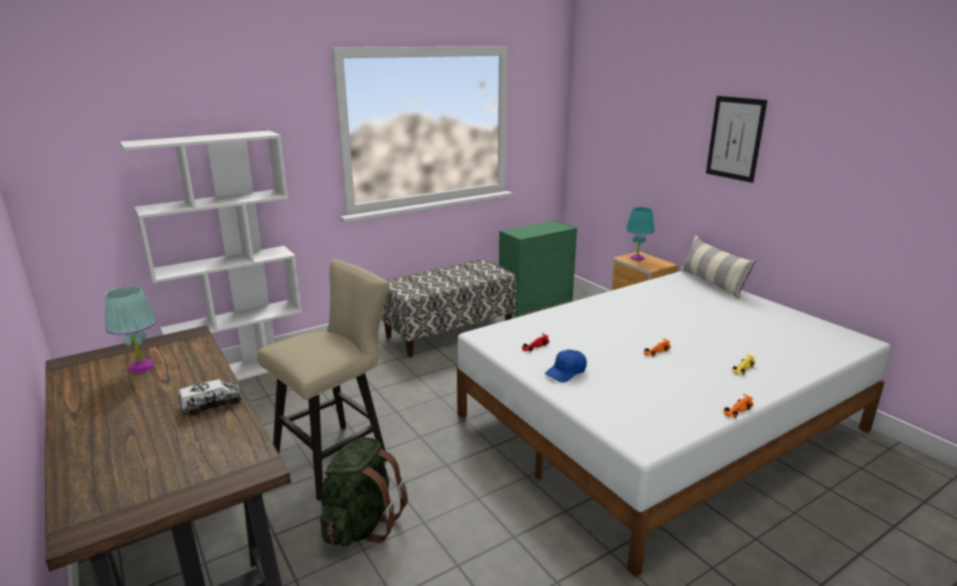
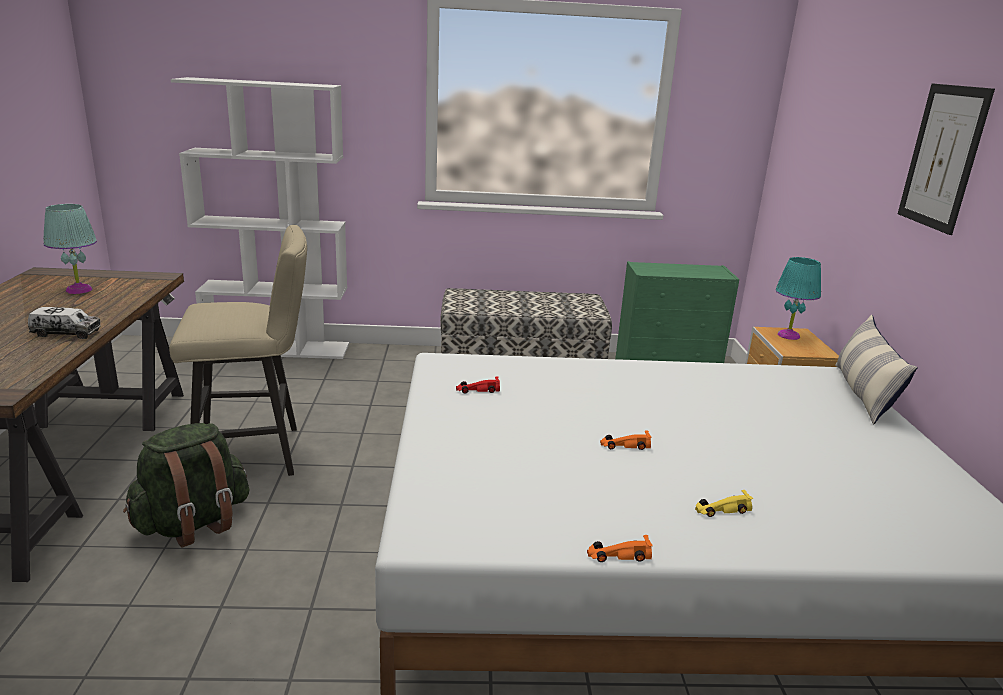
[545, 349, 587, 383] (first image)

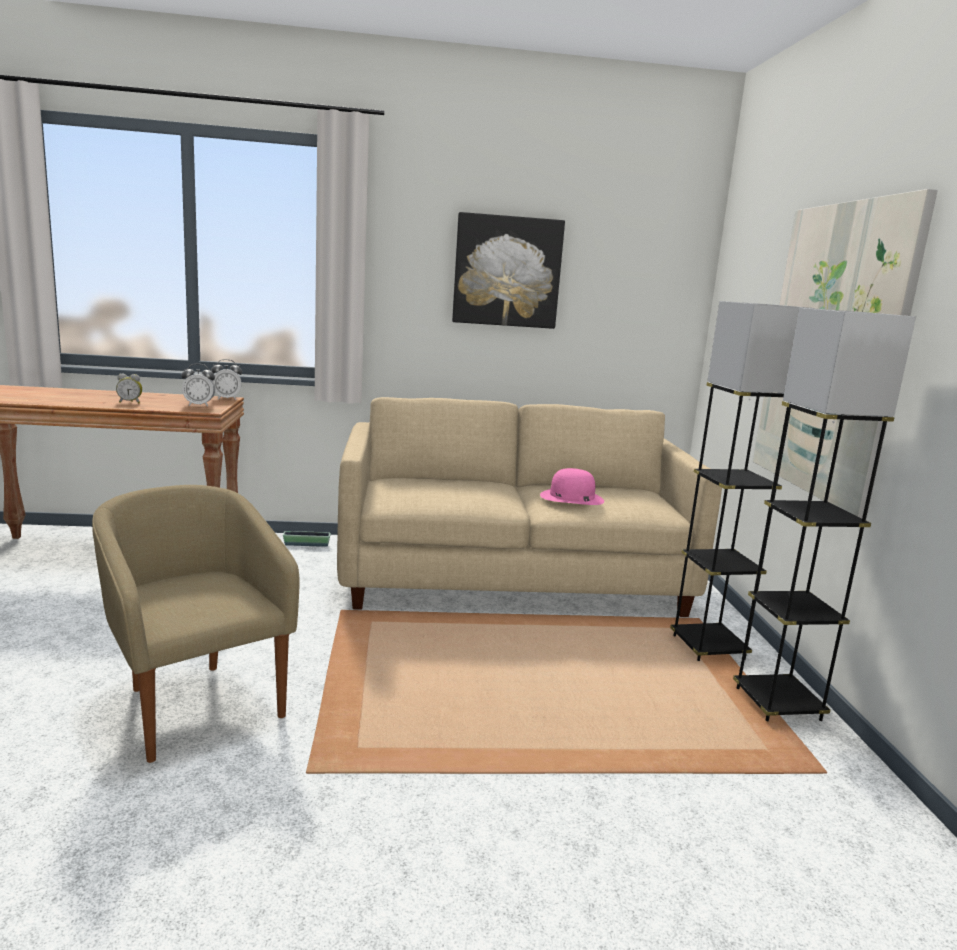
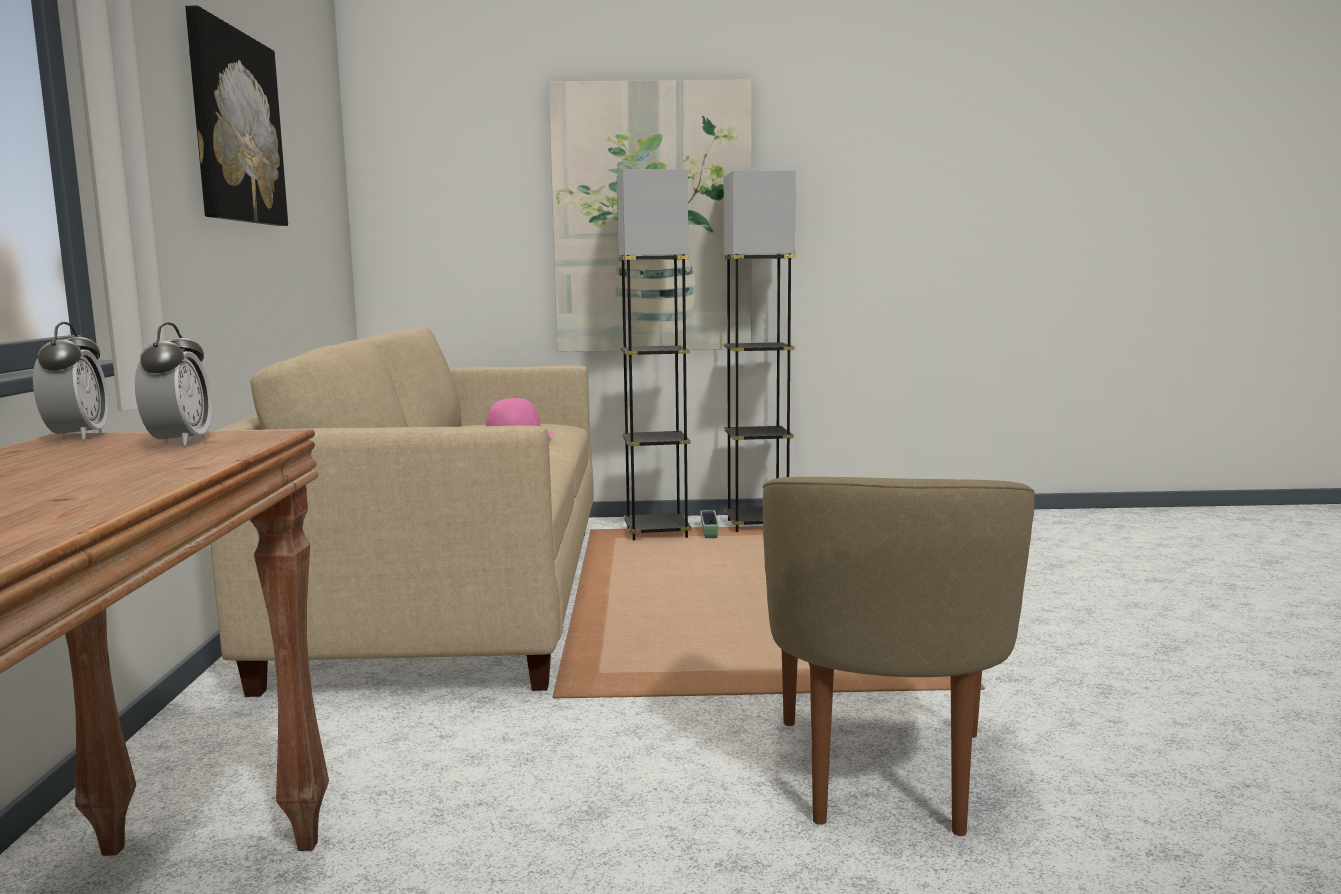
[116, 374, 142, 403] (first image)
[700, 510, 719, 538]
[762, 477, 1035, 836]

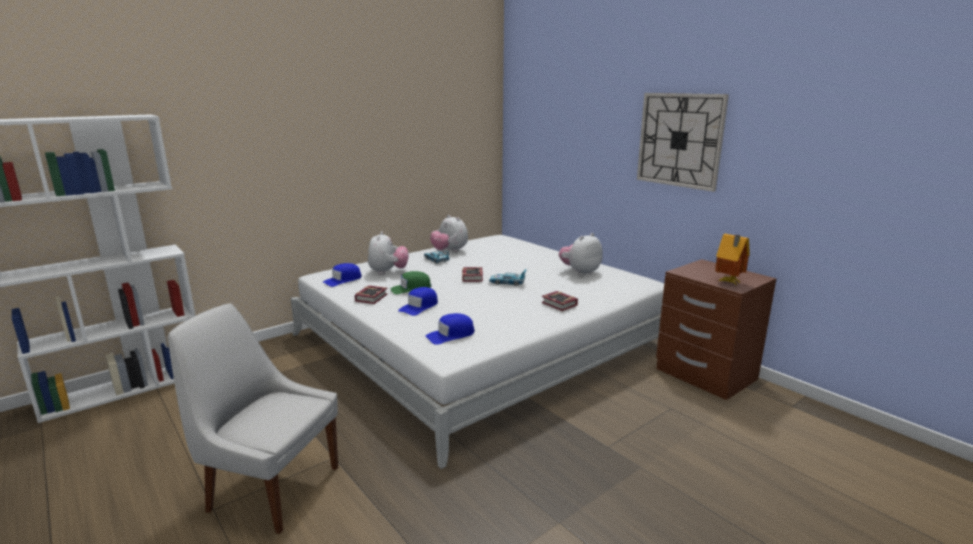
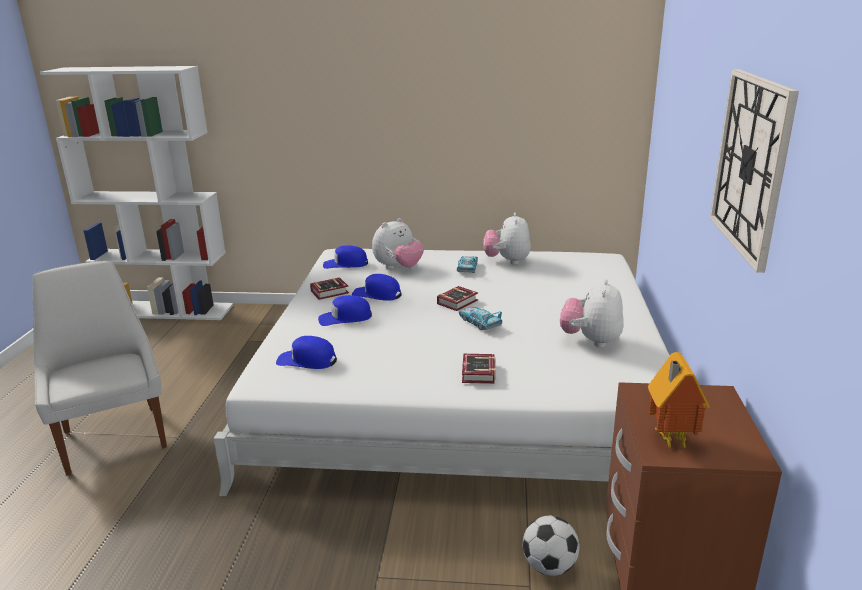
[523, 516, 580, 576]
[352, 274, 402, 301]
[560, 279, 624, 348]

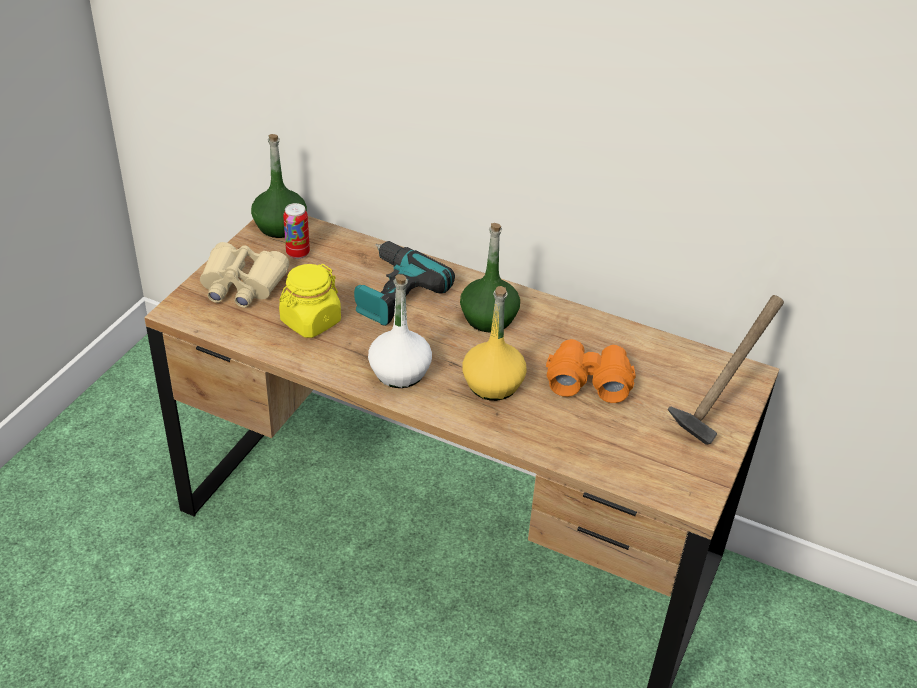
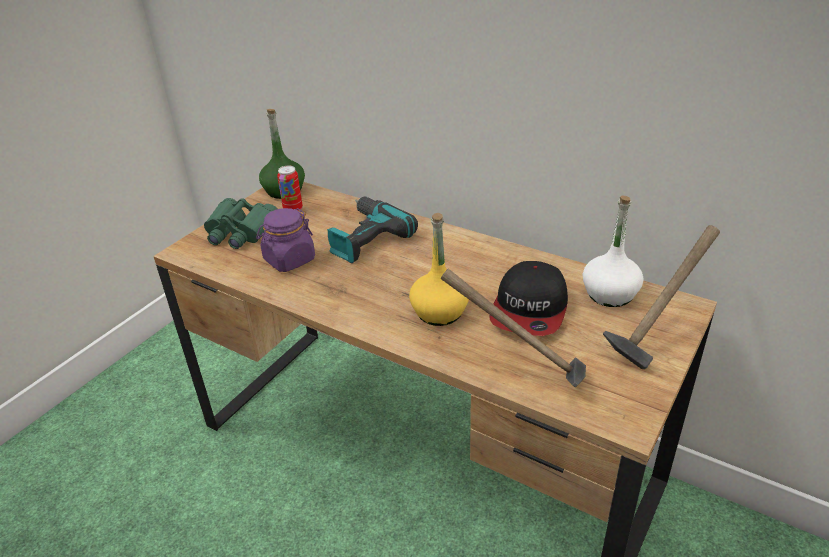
[460, 223, 520, 333] (first image)
[441, 269, 586, 387]
[583, 196, 643, 307]
[489, 261, 568, 336]
[204, 198, 278, 249]
[256, 208, 315, 272]

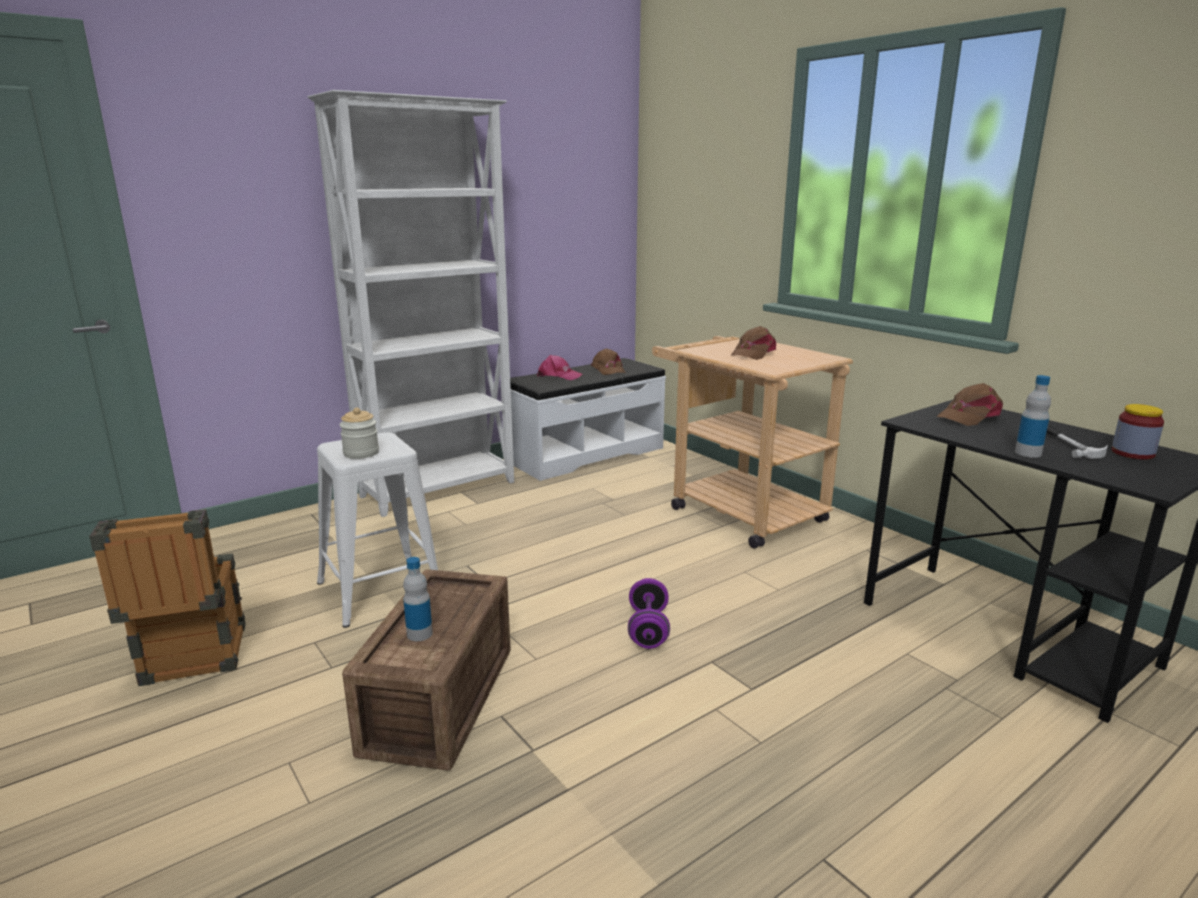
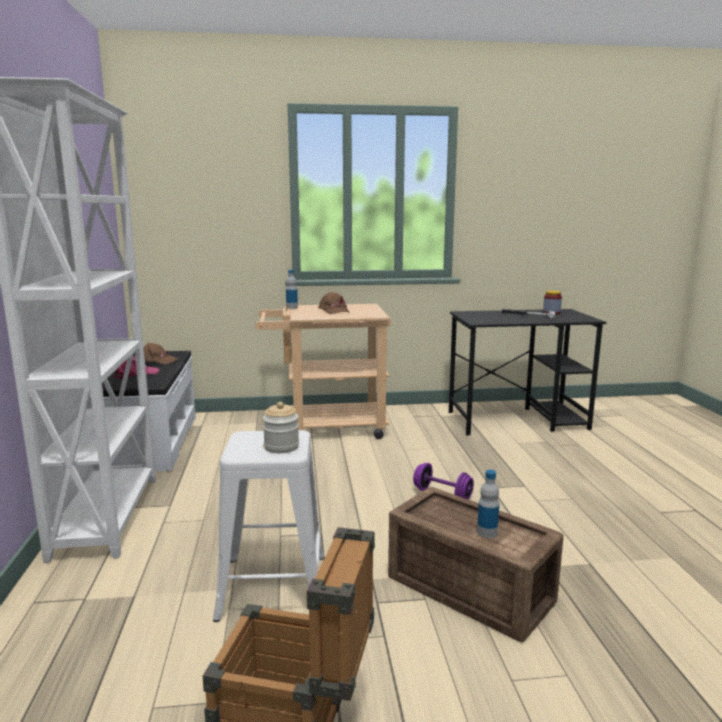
[937, 383, 1003, 426] (first image)
[286, 270, 298, 309]

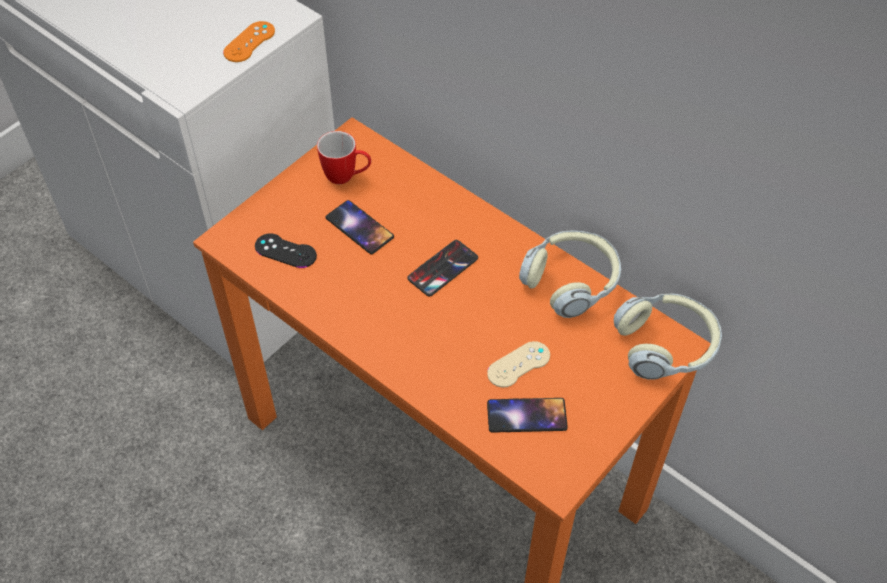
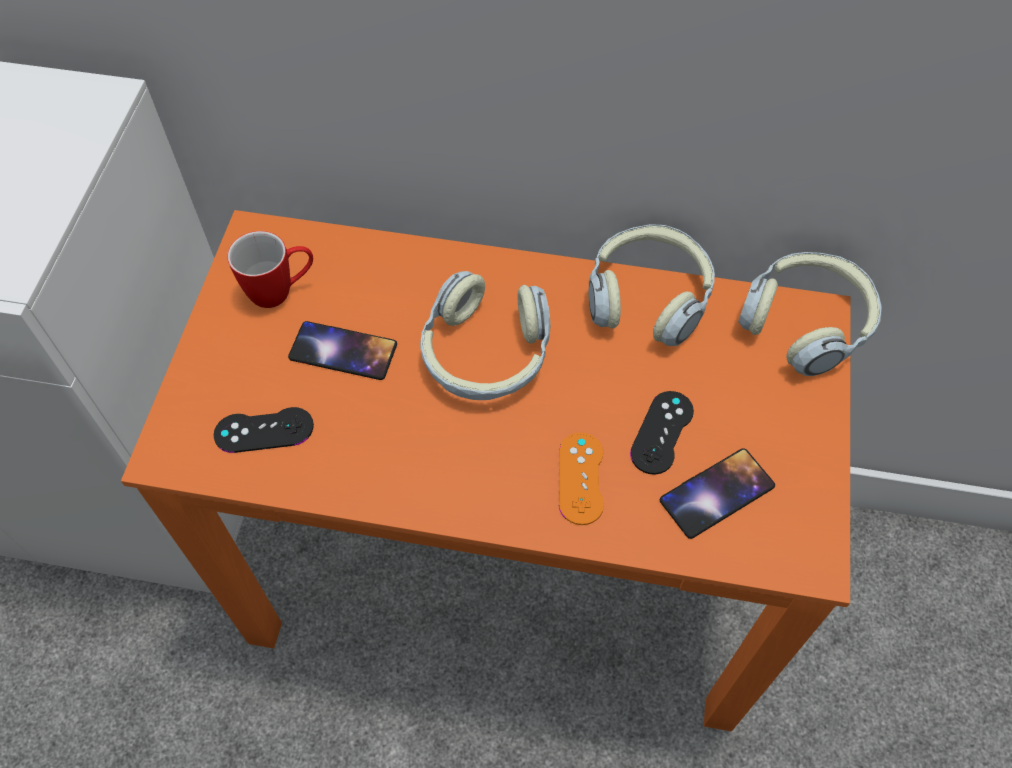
[559, 432, 604, 525]
[420, 271, 551, 400]
[630, 391, 694, 475]

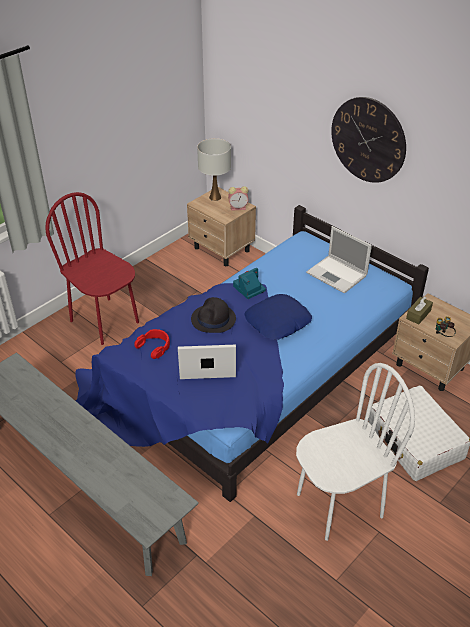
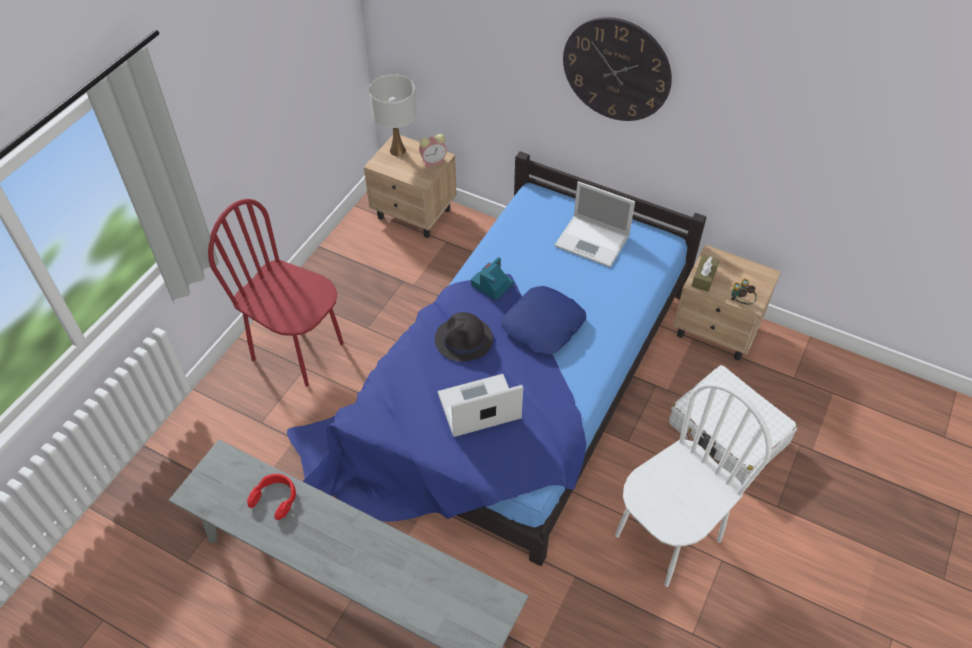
[247, 474, 296, 520]

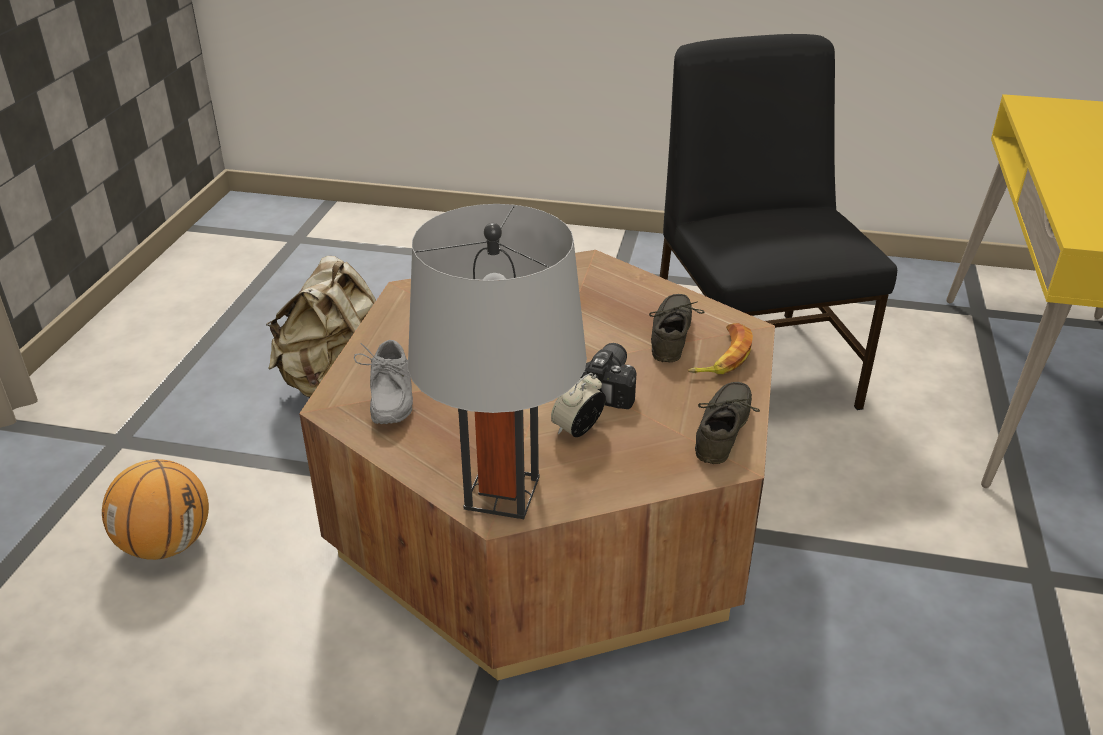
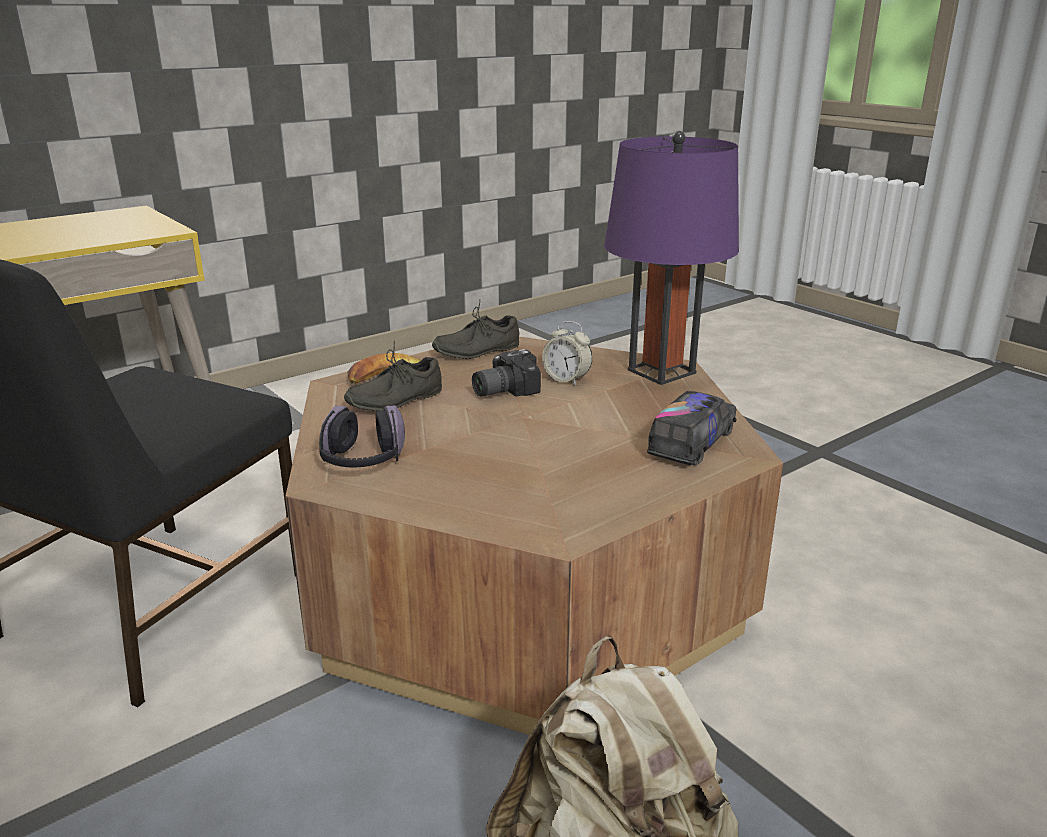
[102, 459, 209, 560] (first image)
[319, 405, 405, 467]
[647, 391, 737, 465]
[604, 131, 739, 385]
[542, 321, 592, 386]

